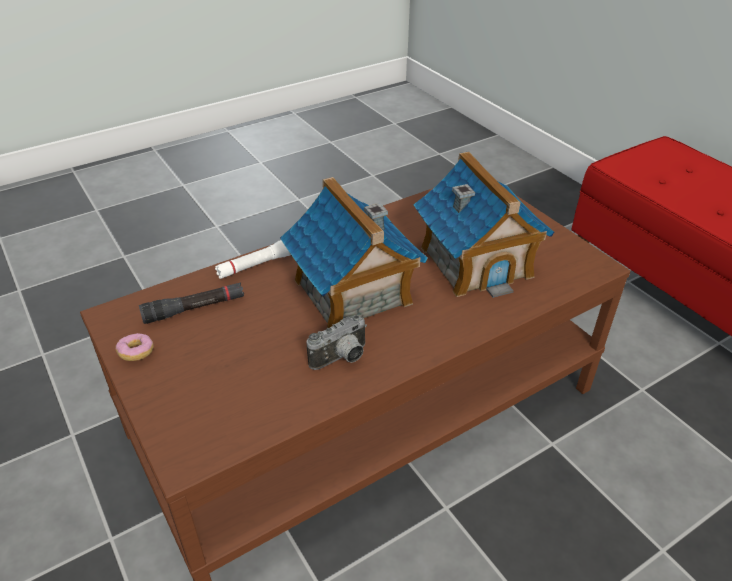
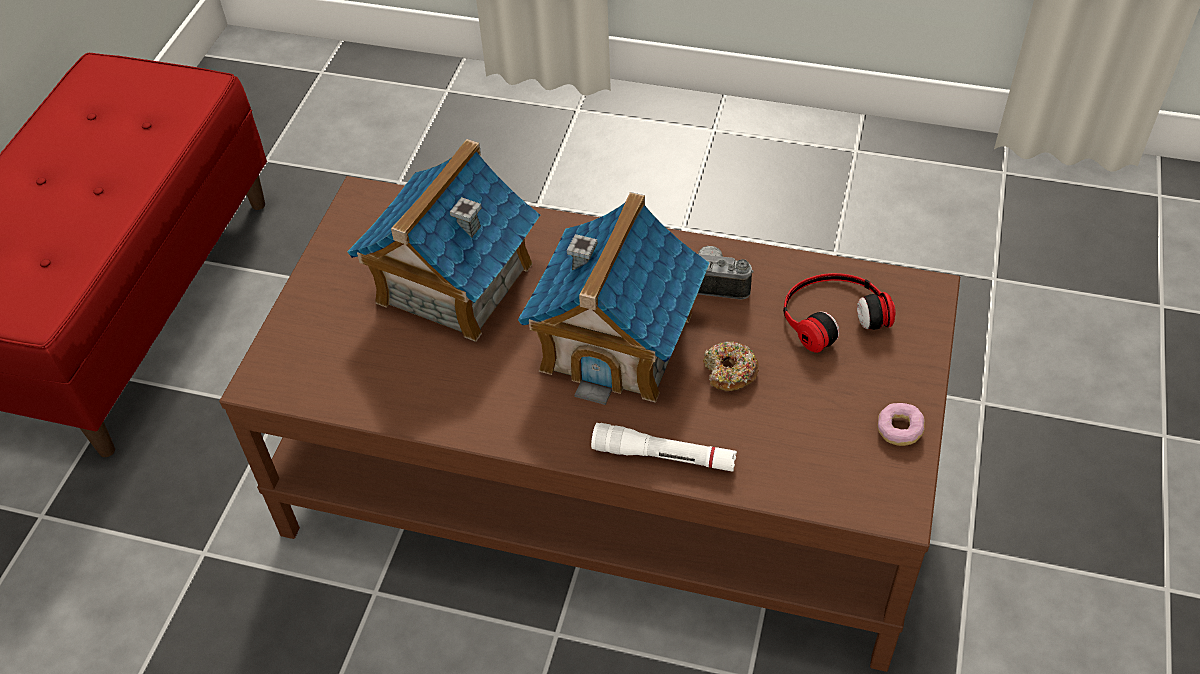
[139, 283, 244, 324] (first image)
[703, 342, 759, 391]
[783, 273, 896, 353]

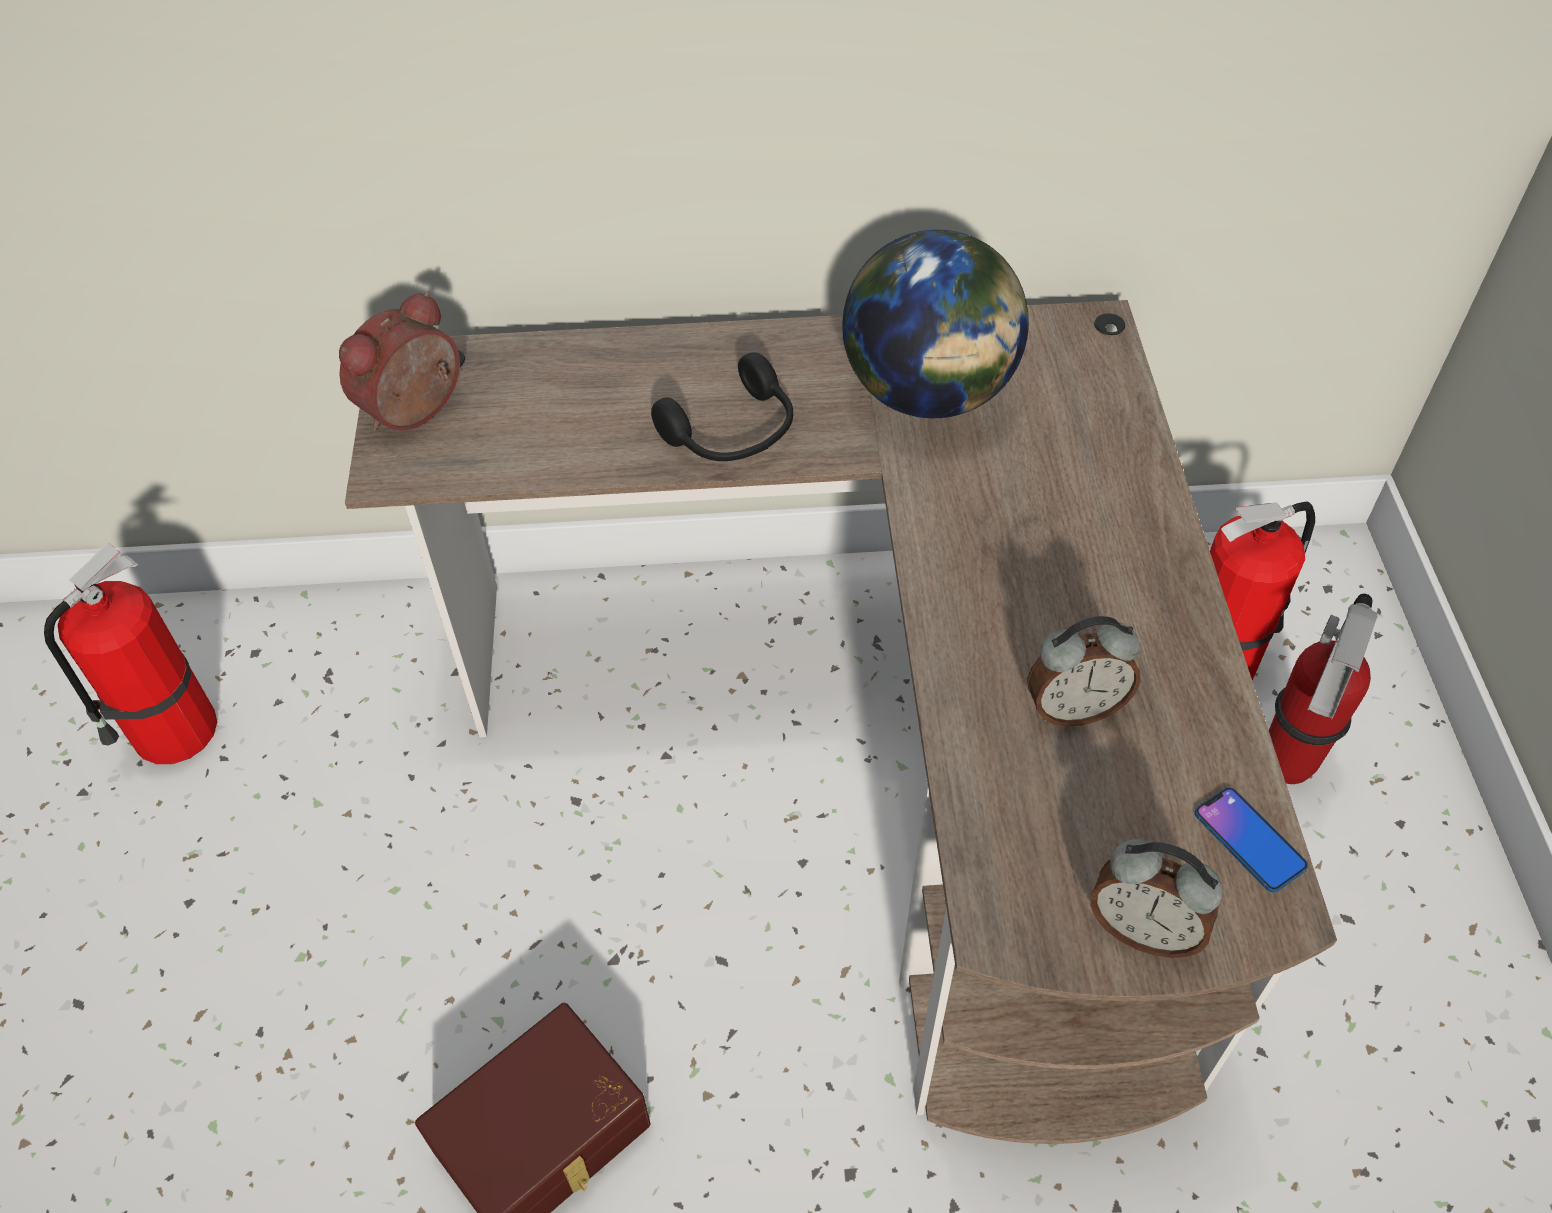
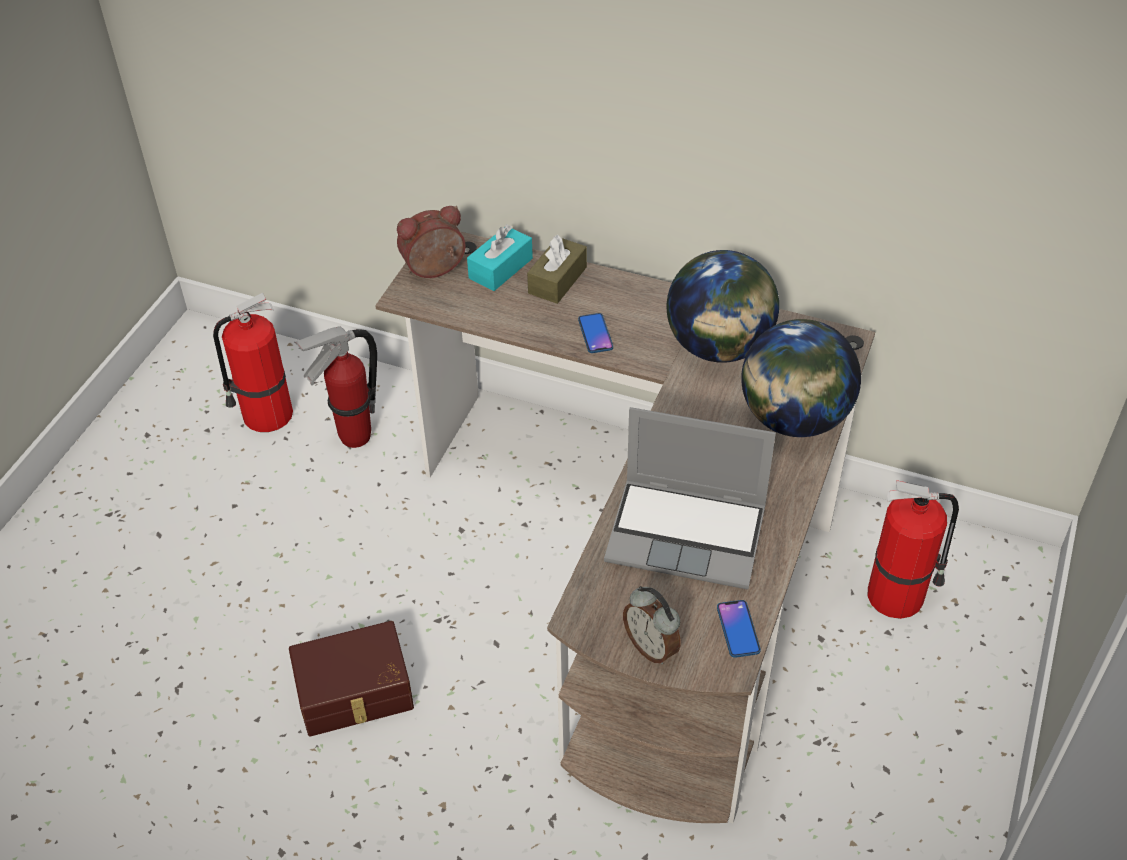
[467, 224, 533, 291]
[527, 235, 587, 304]
[741, 319, 861, 437]
[294, 327, 377, 448]
[578, 313, 613, 353]
[604, 407, 776, 590]

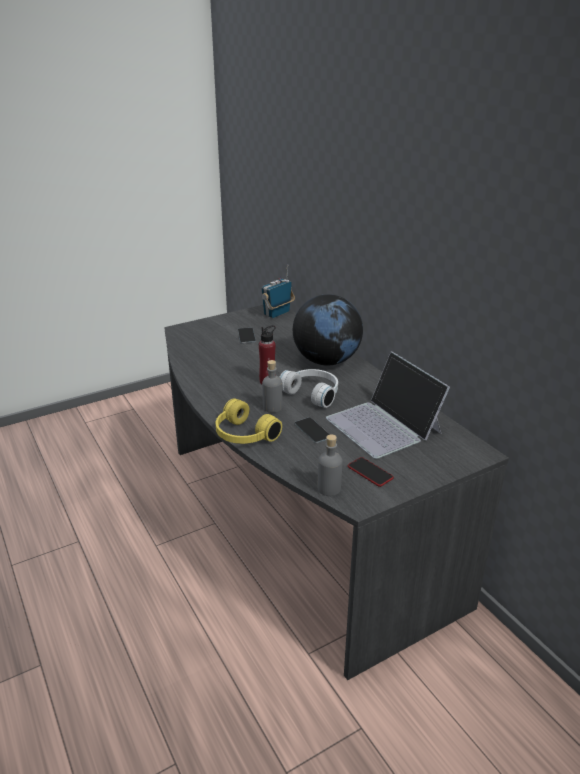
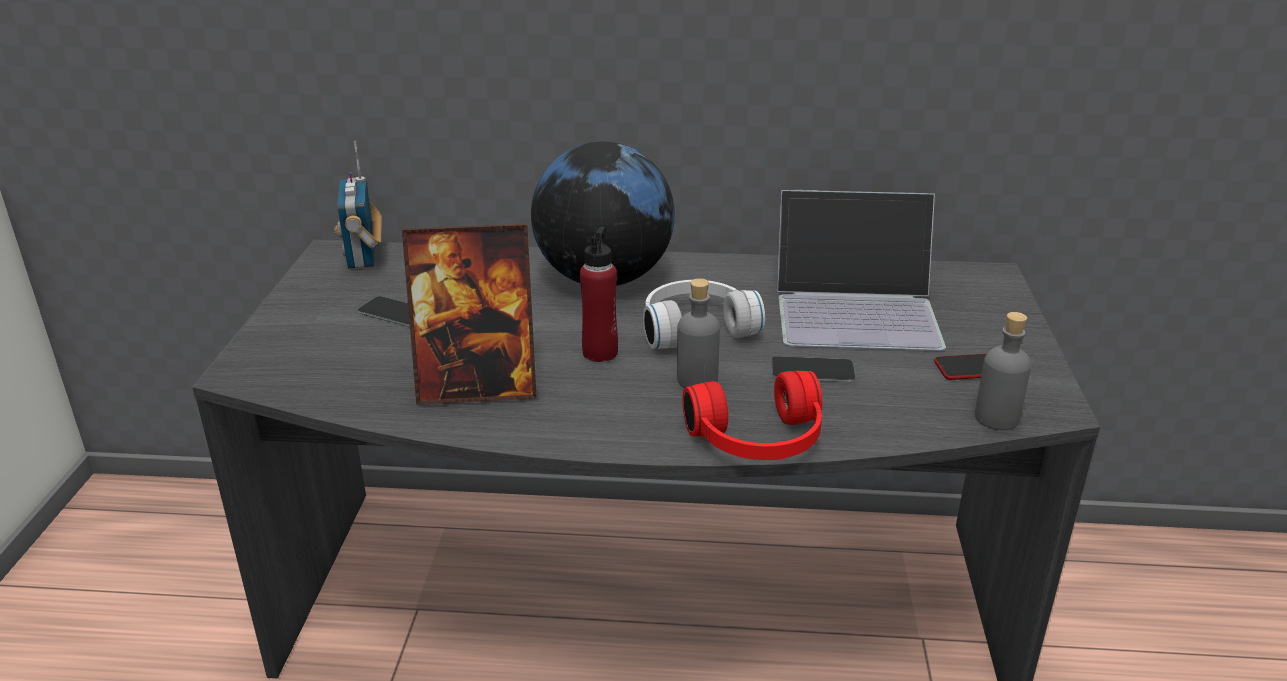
[402, 224, 536, 405]
[682, 371, 822, 460]

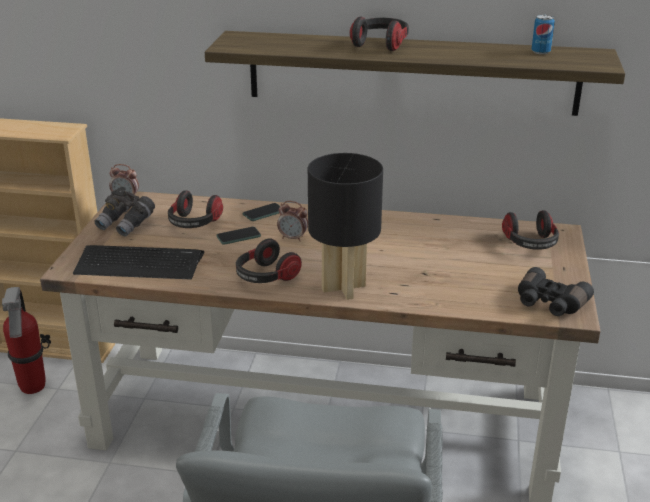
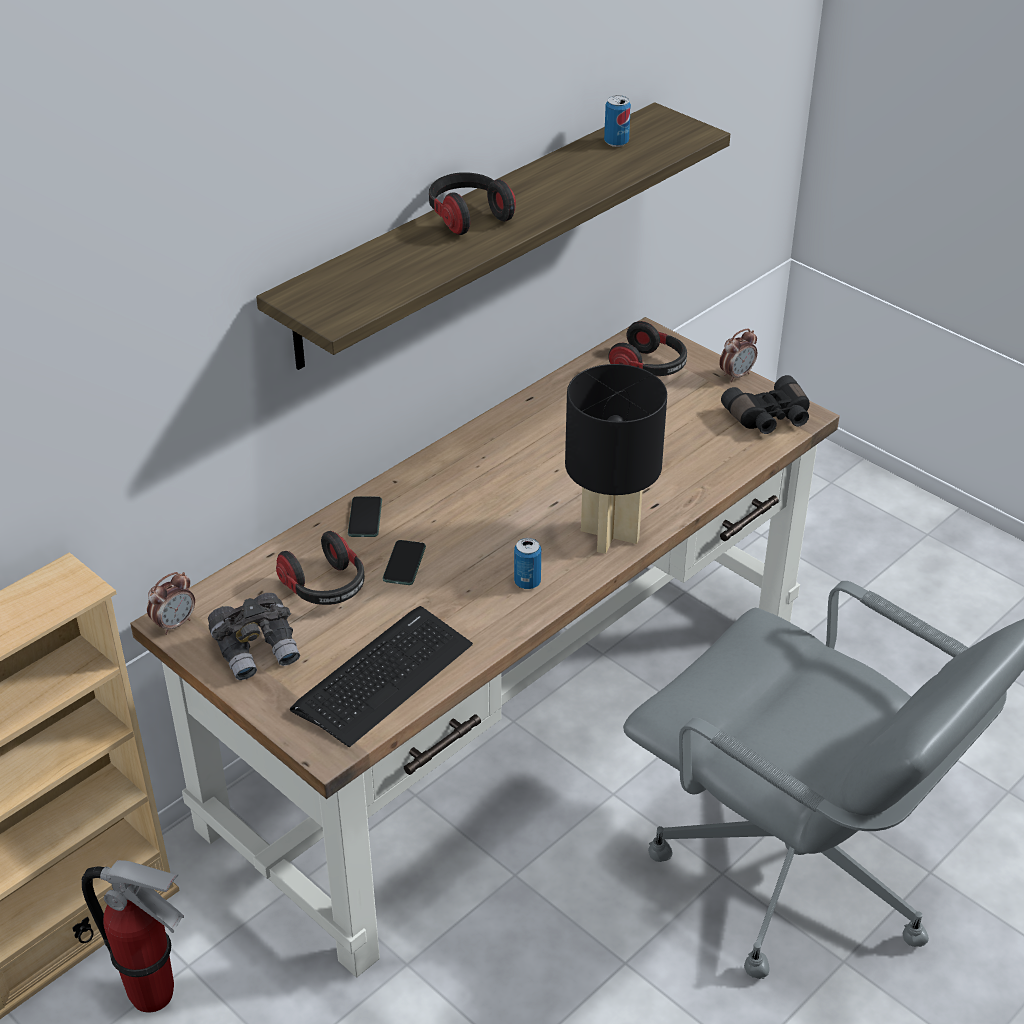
[719, 328, 757, 382]
[514, 538, 541, 589]

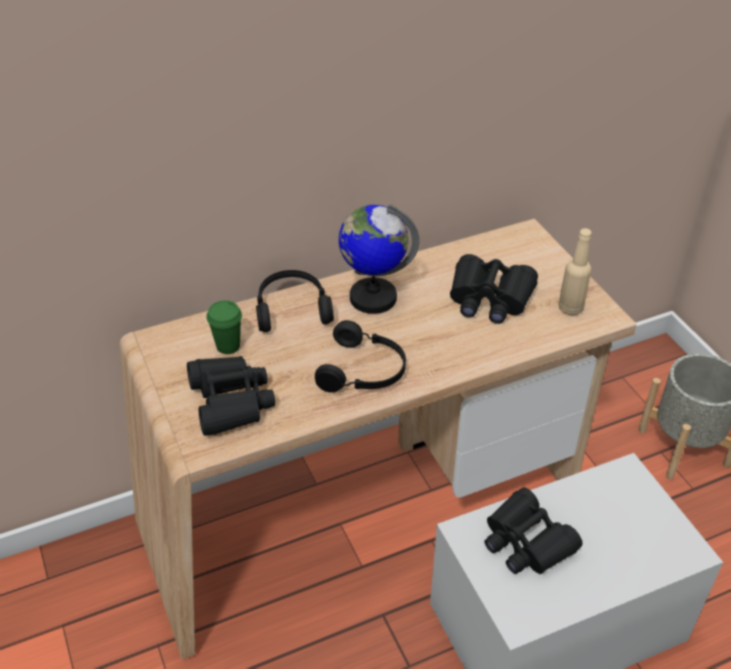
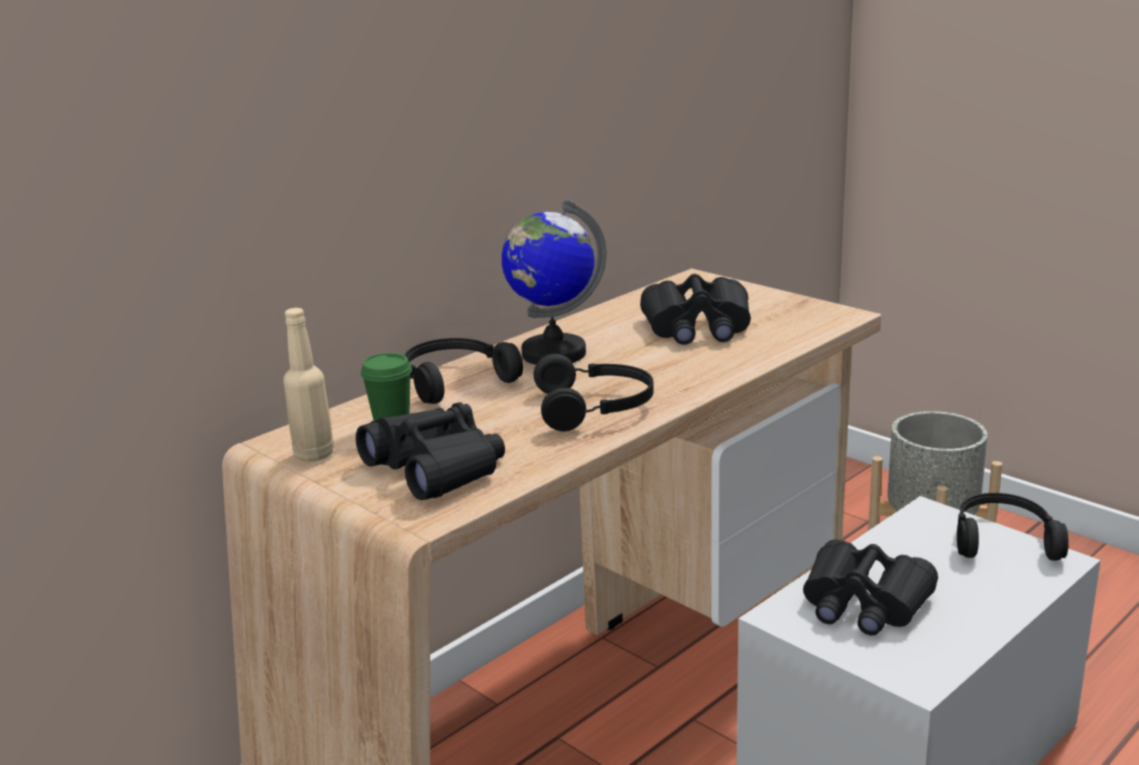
[957, 493, 1069, 561]
[283, 308, 334, 462]

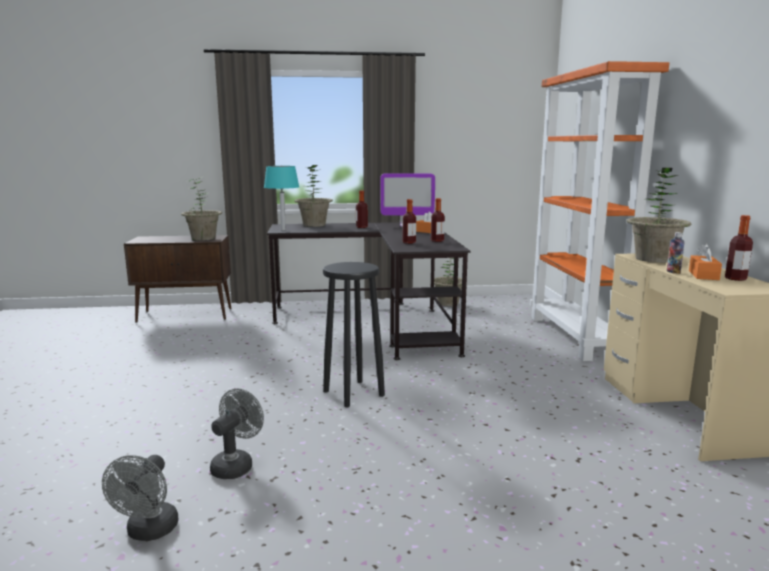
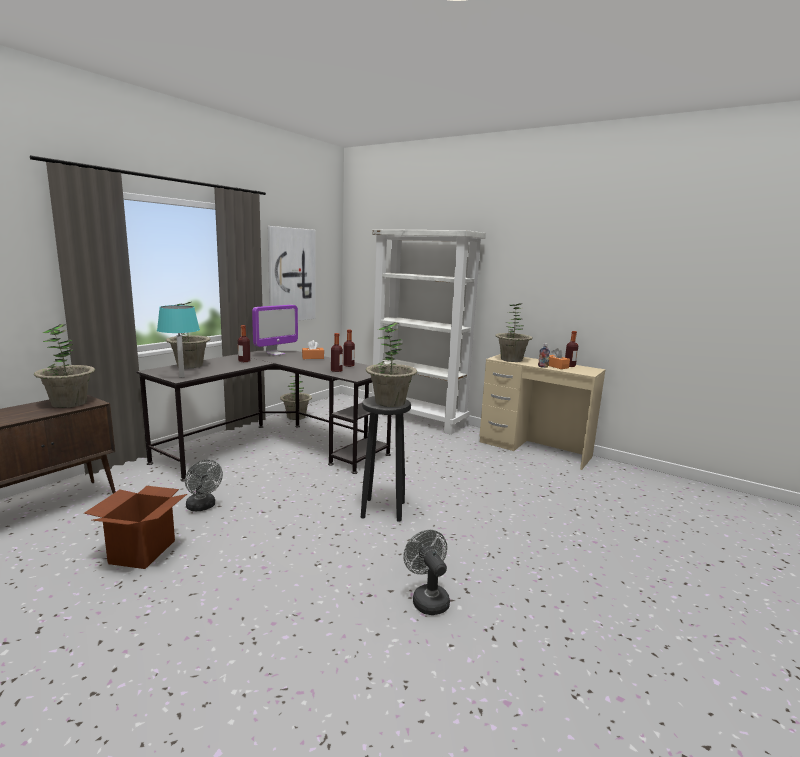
[84, 486, 187, 569]
[268, 226, 316, 321]
[366, 322, 417, 407]
[185, 460, 223, 511]
[372, 229, 486, 435]

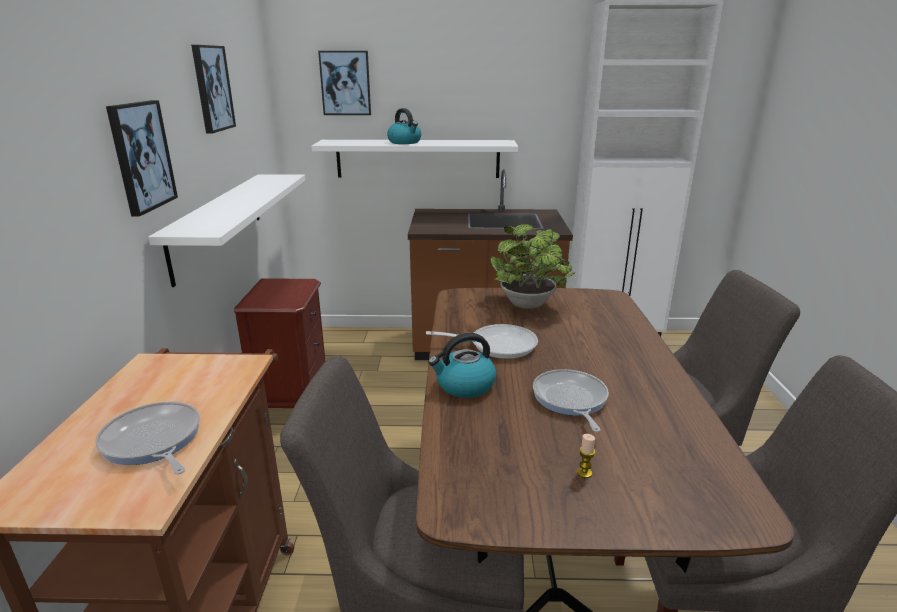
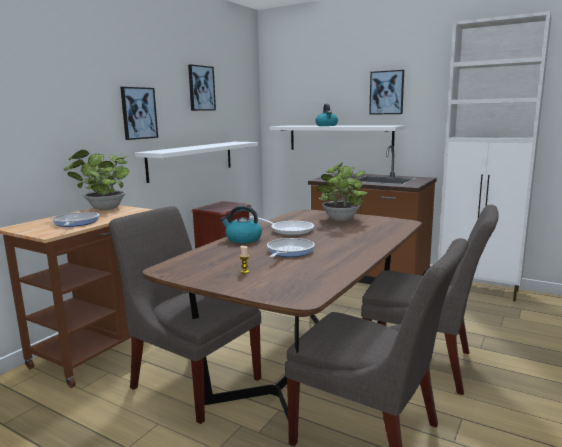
[63, 150, 129, 210]
[369, 70, 404, 115]

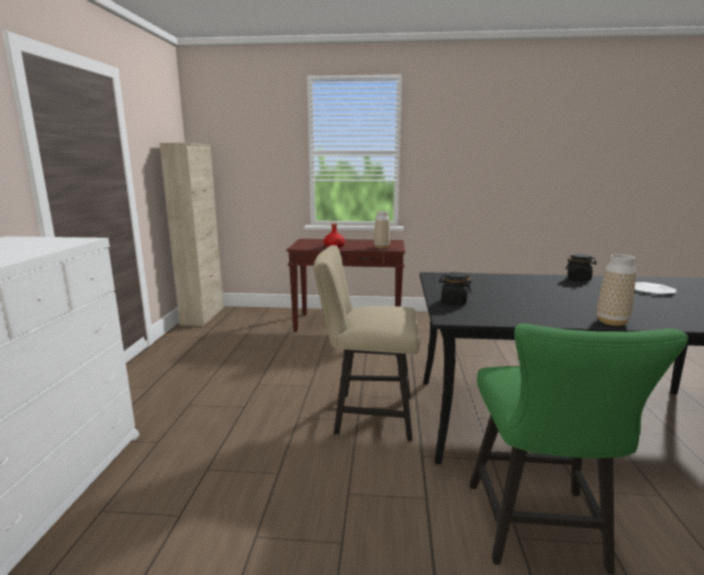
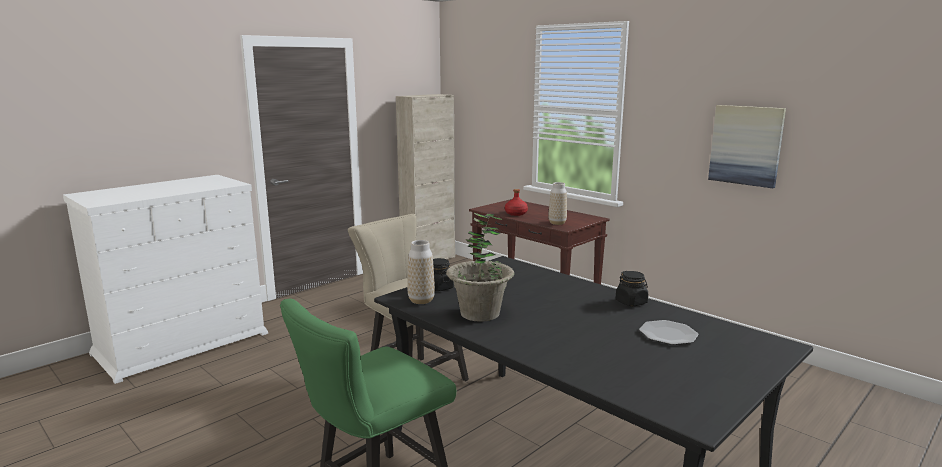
[446, 212, 514, 322]
[708, 105, 786, 188]
[407, 240, 435, 304]

